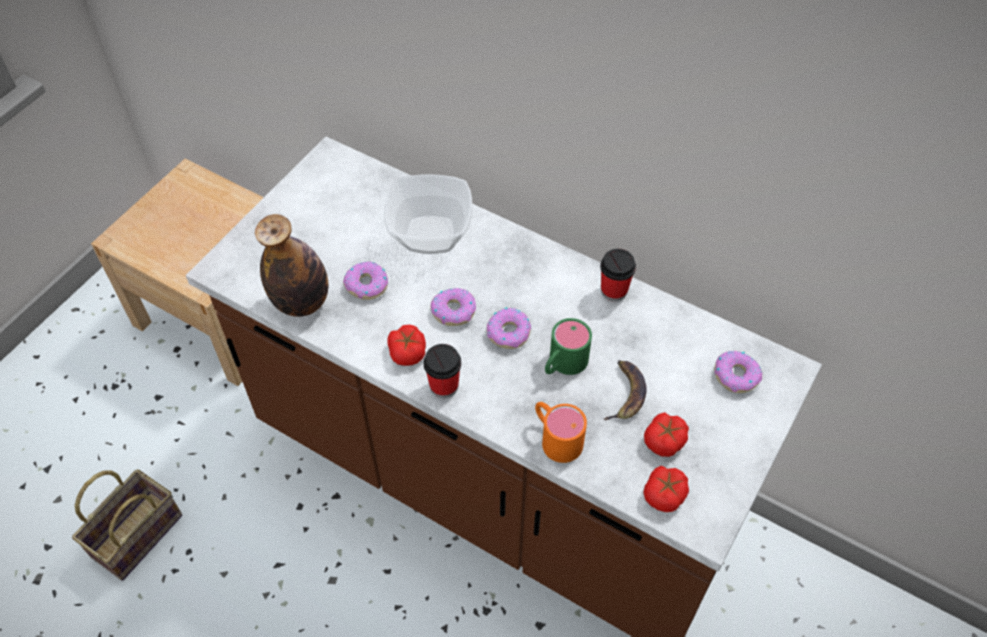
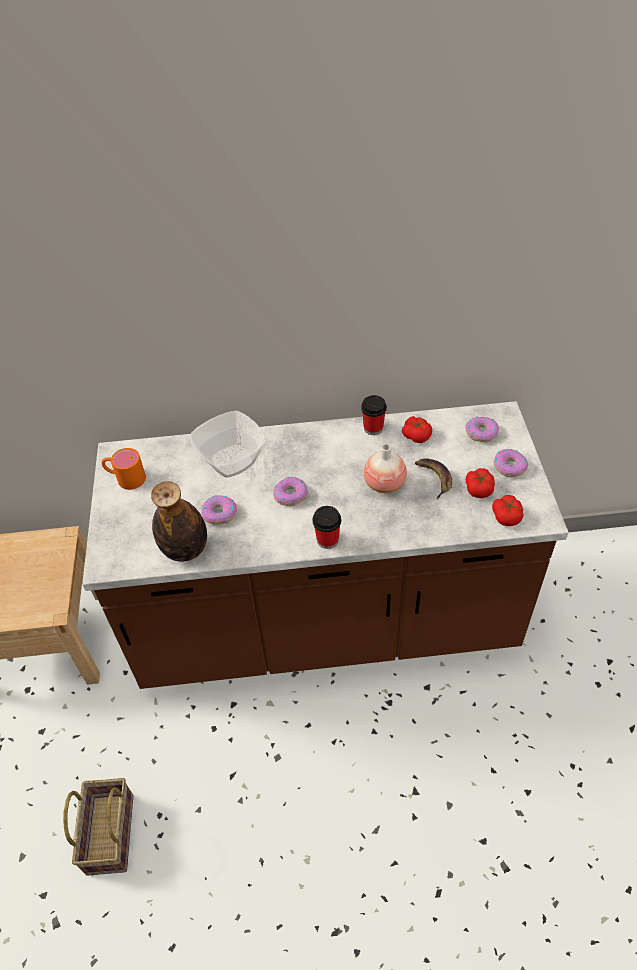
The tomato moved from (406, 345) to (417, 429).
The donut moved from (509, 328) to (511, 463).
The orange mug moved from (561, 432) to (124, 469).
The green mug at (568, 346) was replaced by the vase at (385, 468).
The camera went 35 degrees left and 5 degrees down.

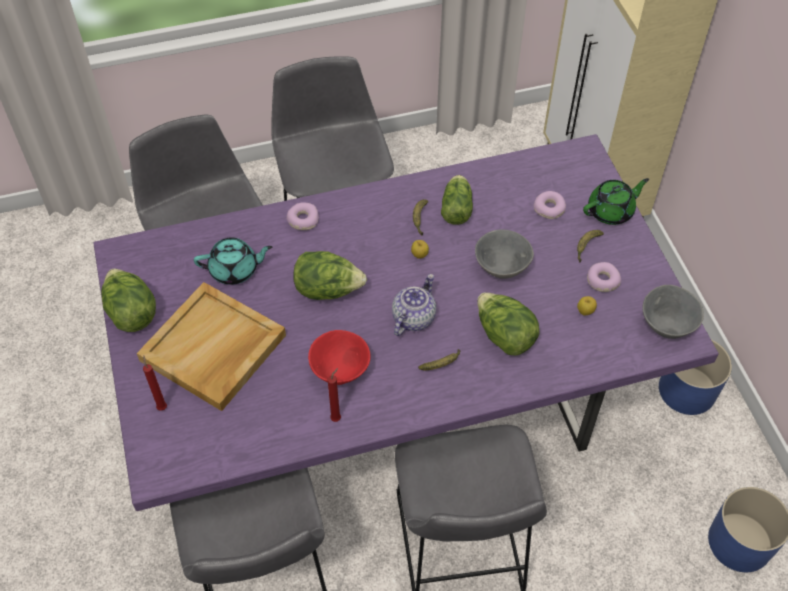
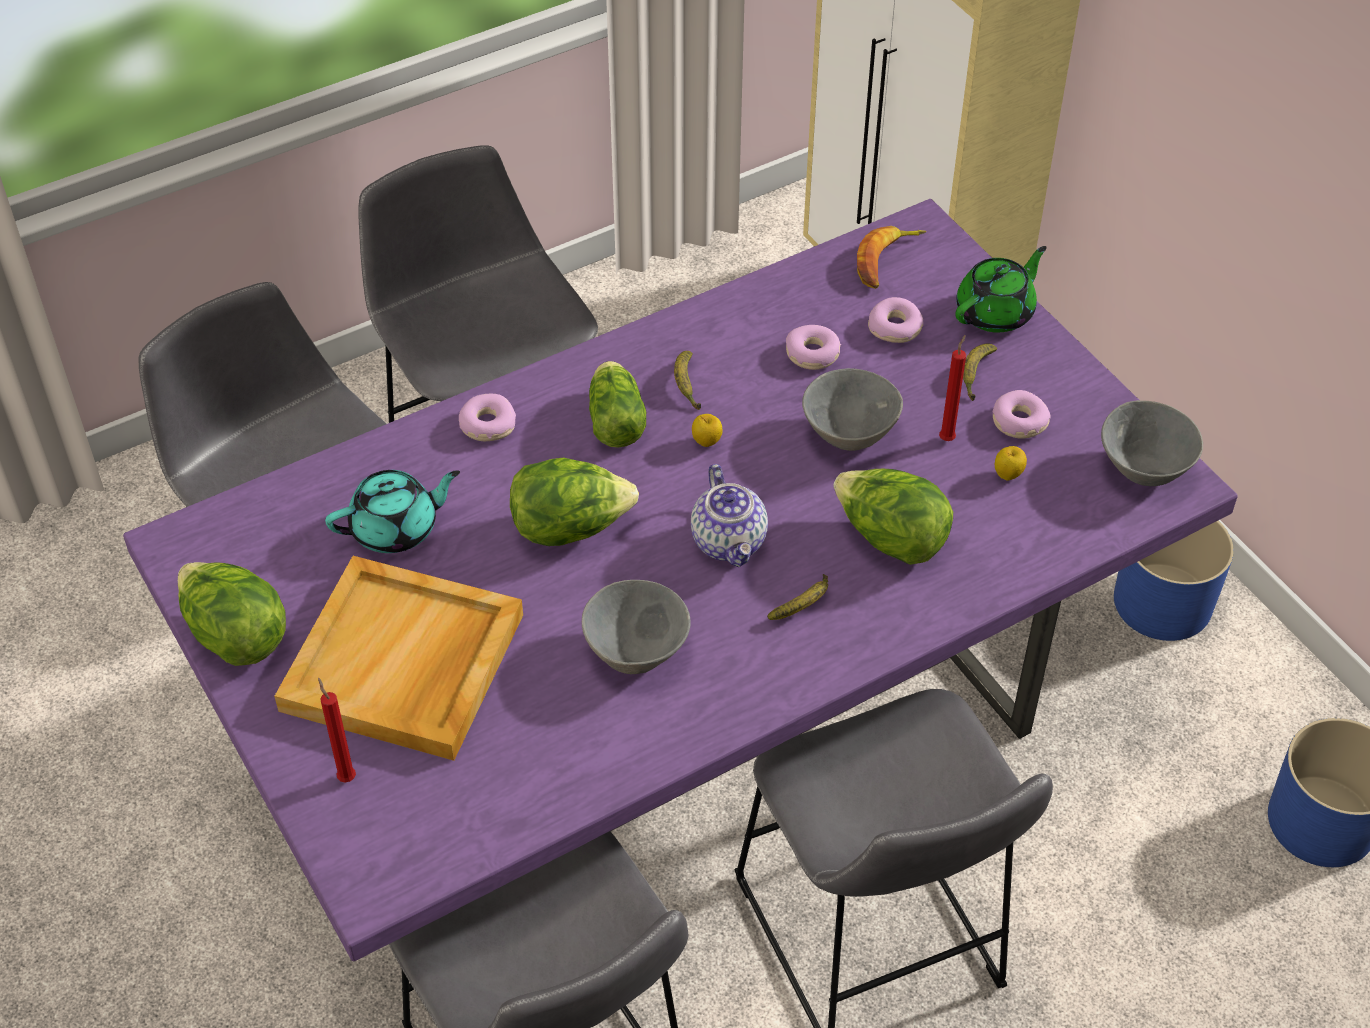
The red bowl at (339, 357) became the grey bowl at (636, 627).
The red candle moved from (334, 395) to (952, 388).
The teapot at (414, 305) turned 150 degrees clockwise.
The lettuce moved from (457, 200) to (617, 404).
The donut at (813, 347) appeared.
The banana at (891, 257) appeared.
The camera went 15 degrees left and 5 degrees down.

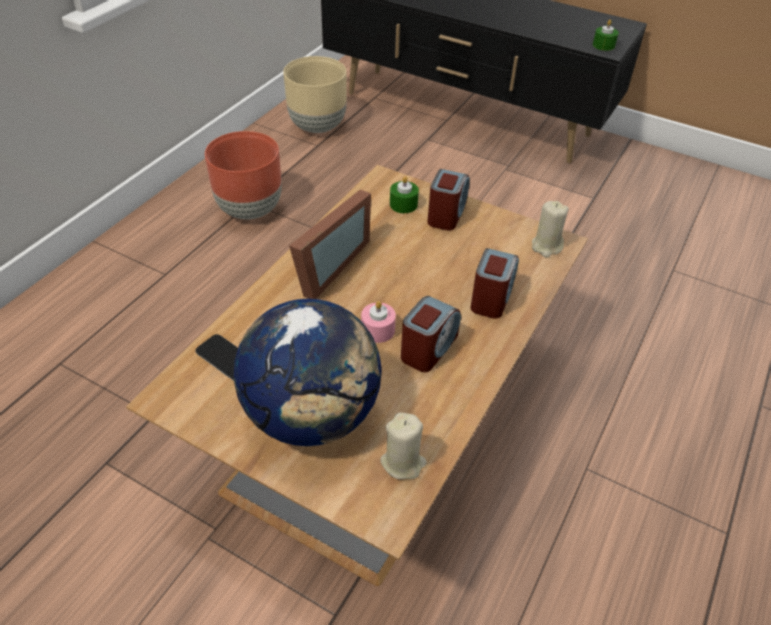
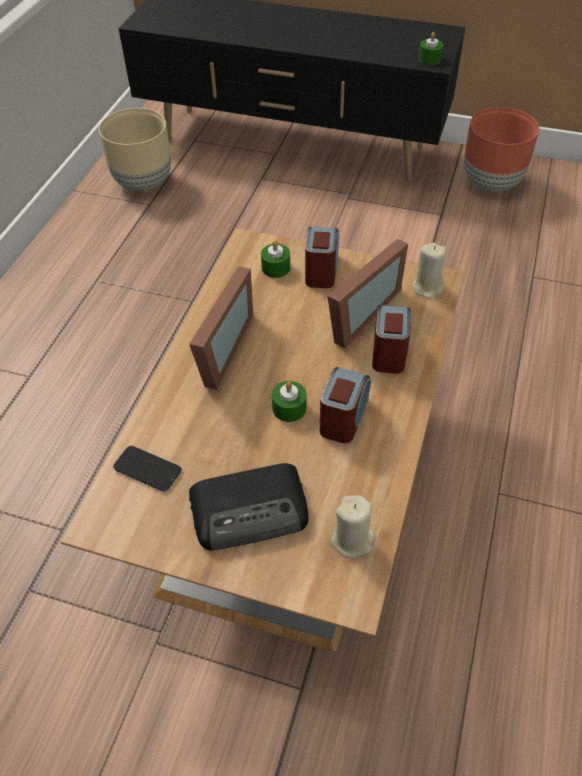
The brown planter moved from (243, 175) to (501, 149).
The globe at (308, 372) was replaced by the radio at (249, 507).
The pink candle at (378, 322) became the green candle at (289, 401).
The picture frame at (367, 293) appeared.
The camera went 10 degrees left and 5 degrees up.

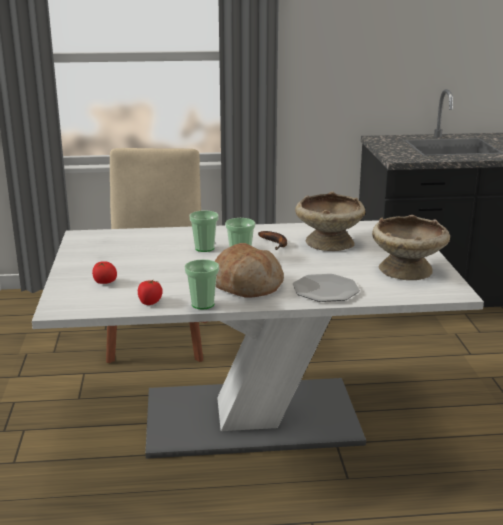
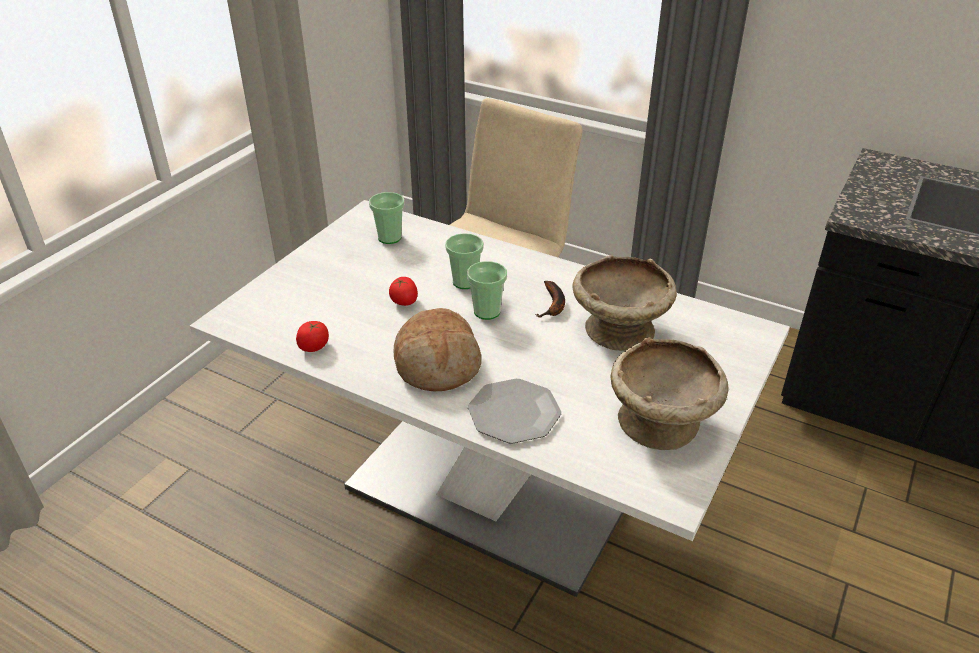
The tomato moved from (104, 272) to (403, 291).
The cup moved from (201, 284) to (387, 218).
The camera went 35 degrees right and 15 degrees up.

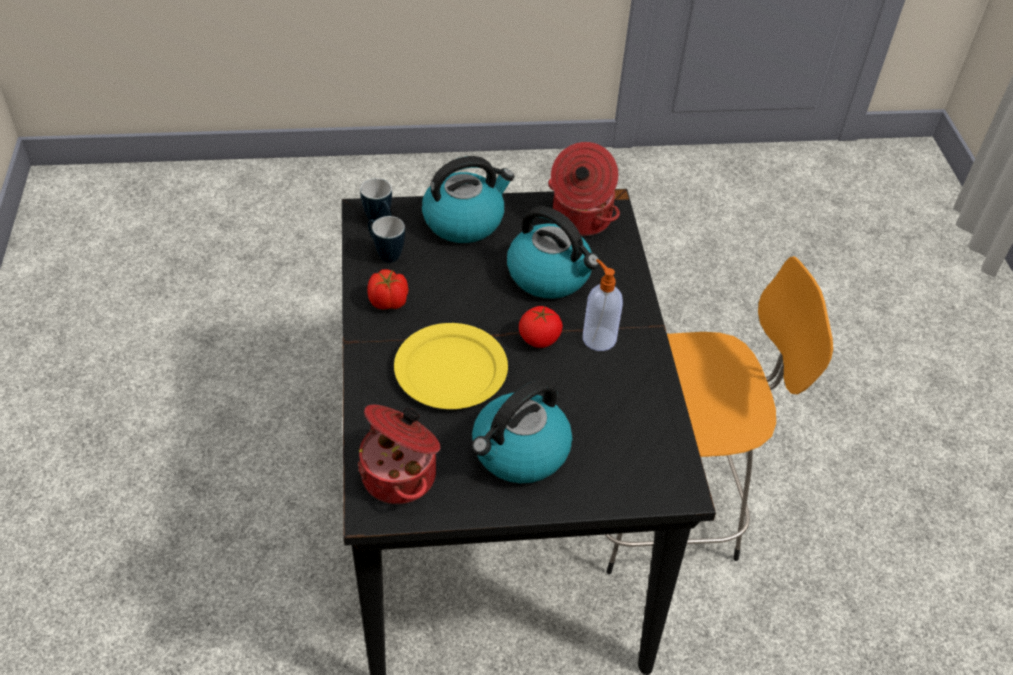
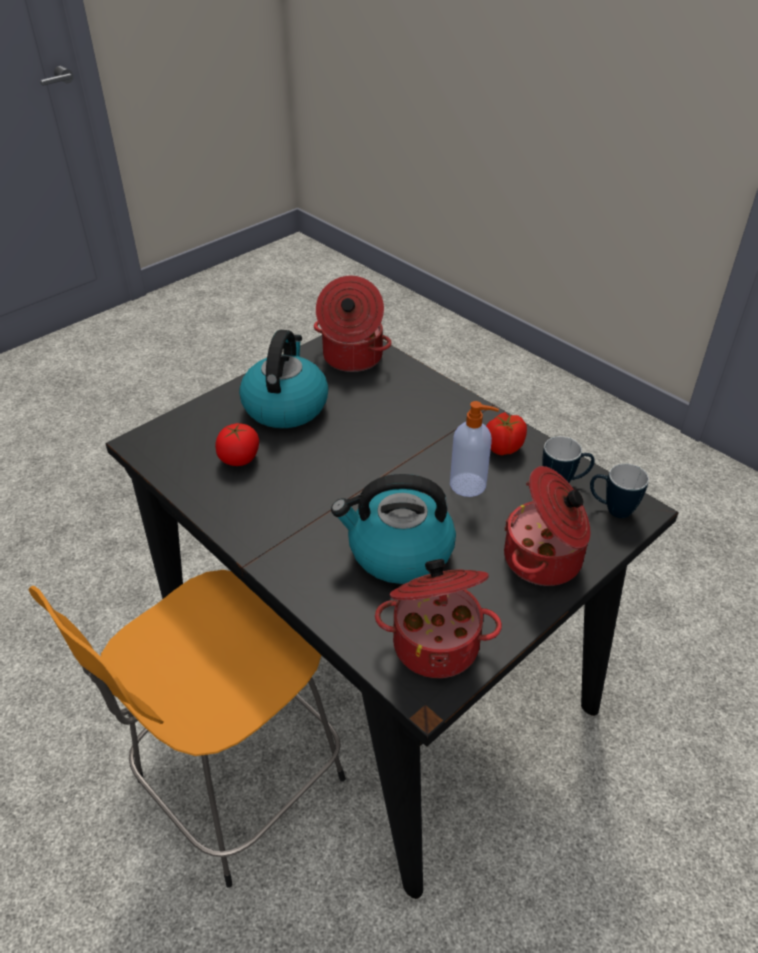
The yellow plate at (451, 366) disappeared.
The kettle at (468, 199) was replaced by the cooking pot at (547, 526).
The tomato moved from (541, 327) to (237, 444).
The soap dispenser moved from (603, 305) to (474, 449).
The camera went 145 degrees right and 5 degrees down.

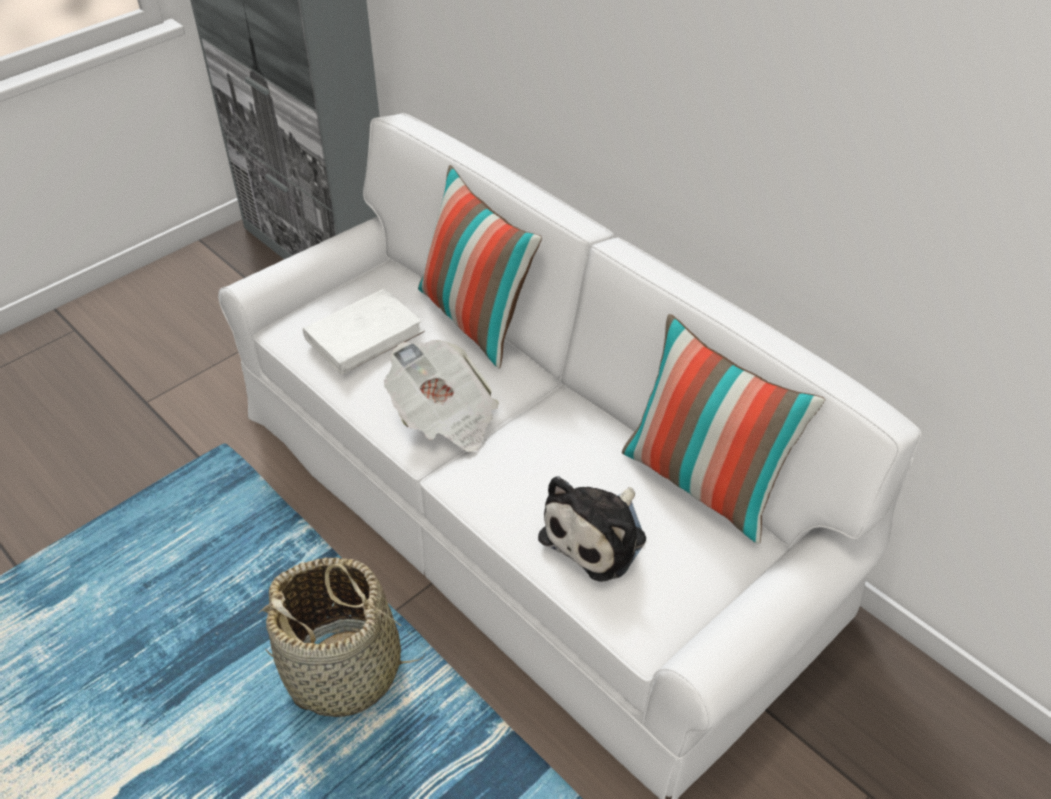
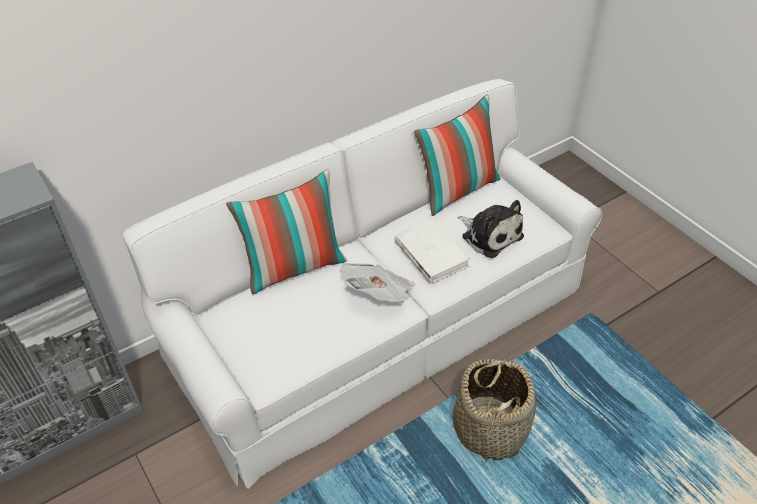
The white book moved from (364, 332) to (432, 251).
The camera went 80 degrees left and 0 degrees up.

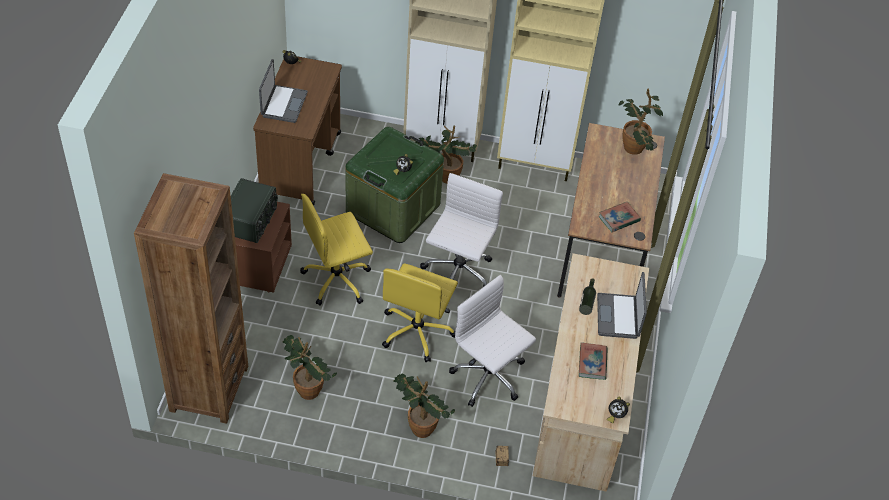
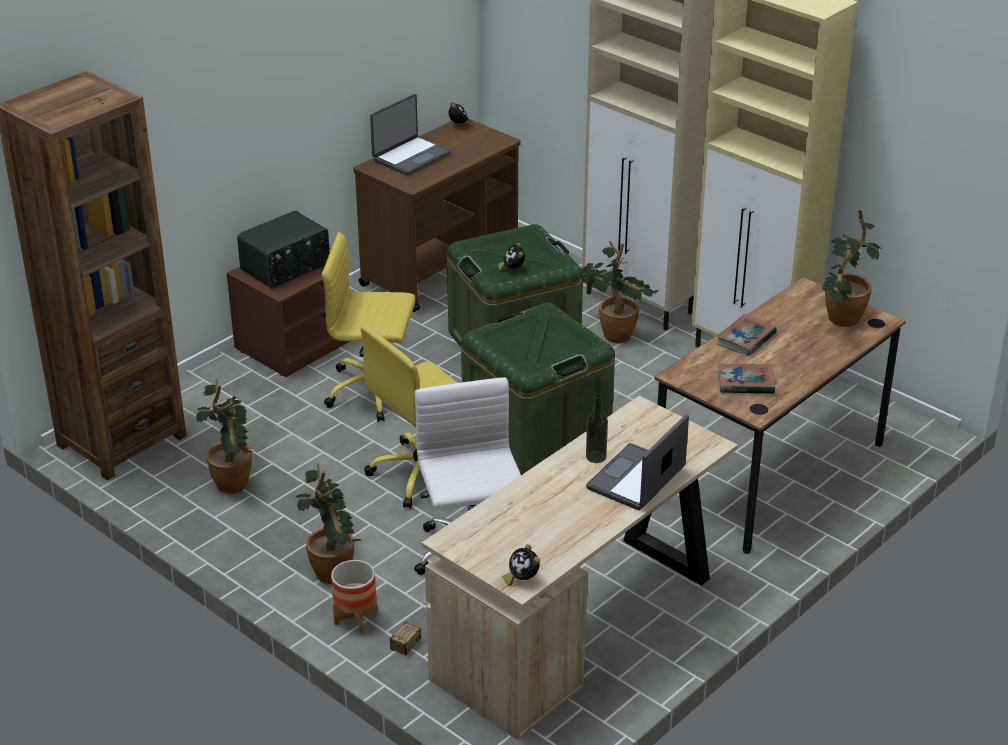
The white office chair at (461, 230) was replaced by the green storage box at (538, 388).
The book moved from (593, 361) to (747, 335).
The planter at (354, 597) appeared.
The camera went 35 degrees right and 15 degrees down.

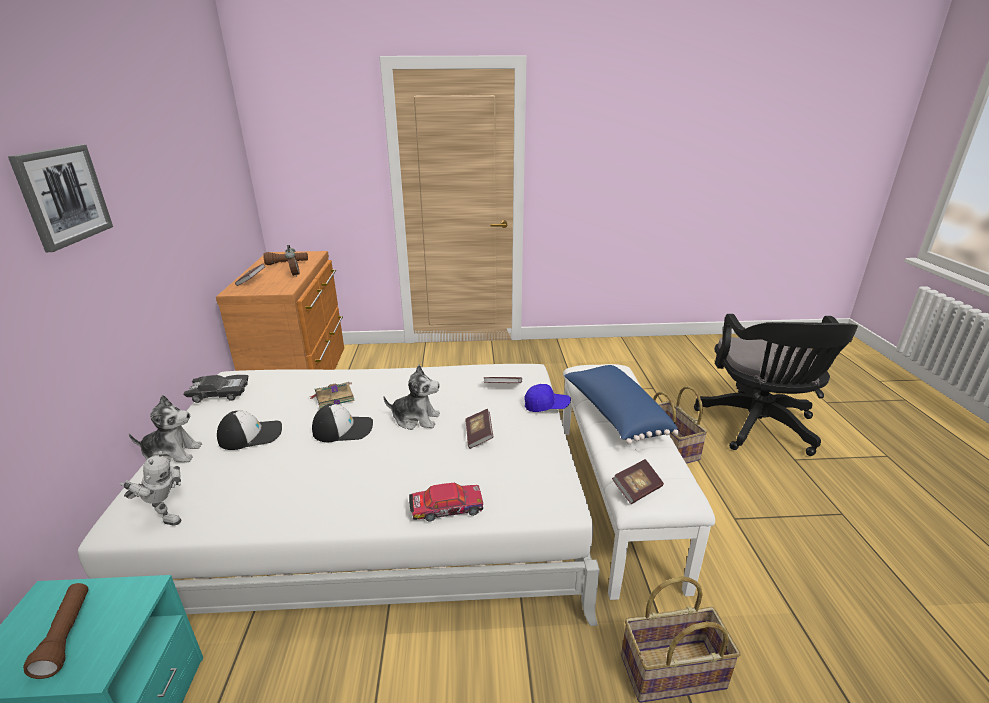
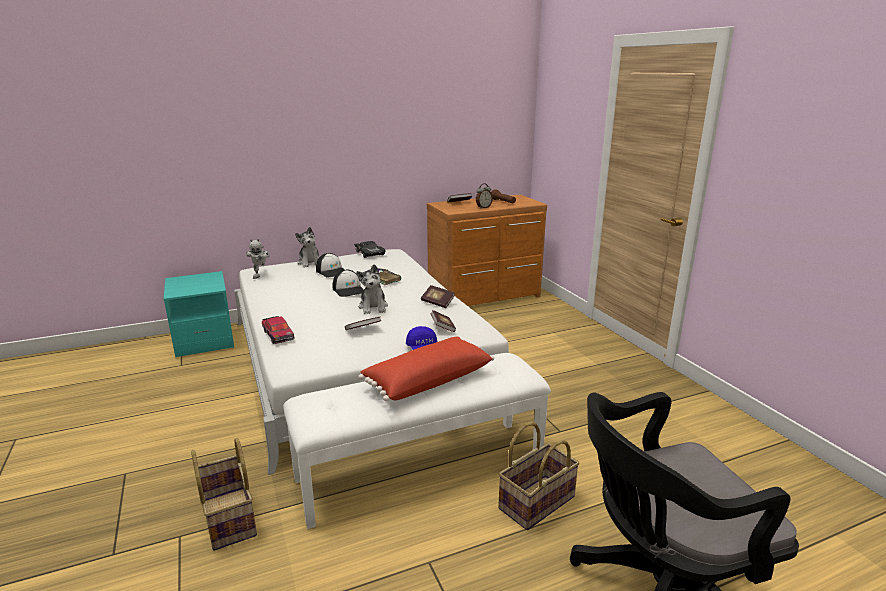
The picture at (60, 198) disappeared.
The brown flashlight at (56, 631) disappeared.
The blue pillow at (621, 404) became the red pillow at (426, 369).
The book moved from (638, 481) to (438, 296).
The camera went 70 degrees right and 5 degrees down.

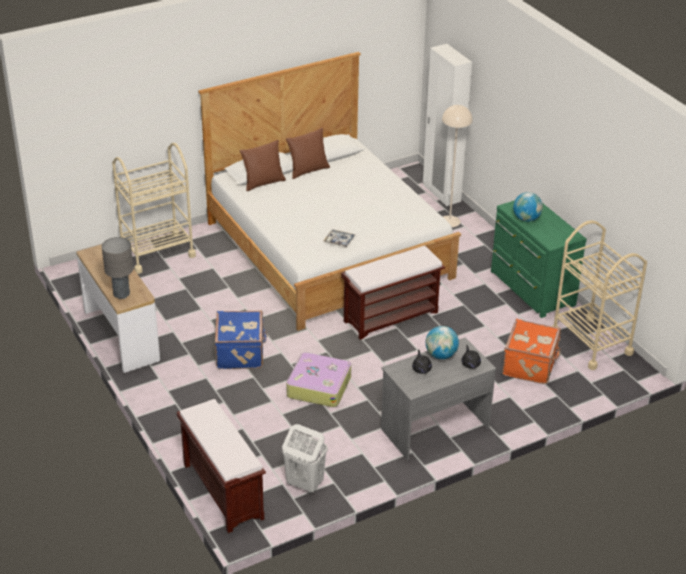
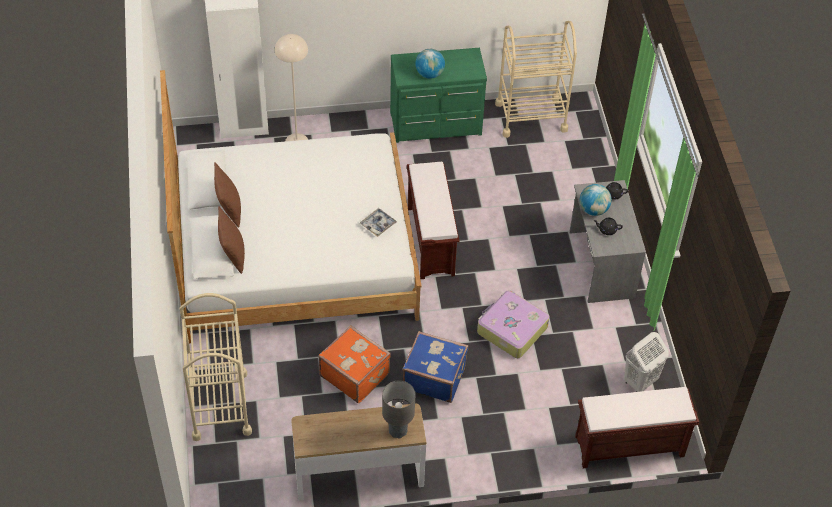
The orange suitcase moved from (531, 351) to (354, 364).
The camera went 70 degrees left and 15 degrees up.

